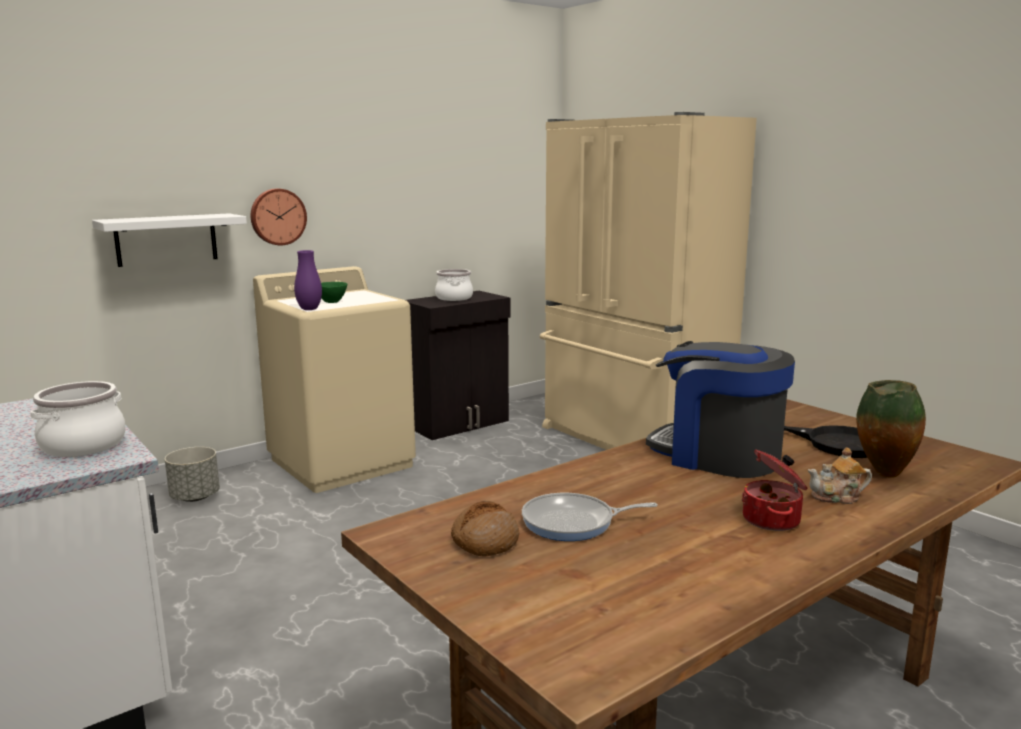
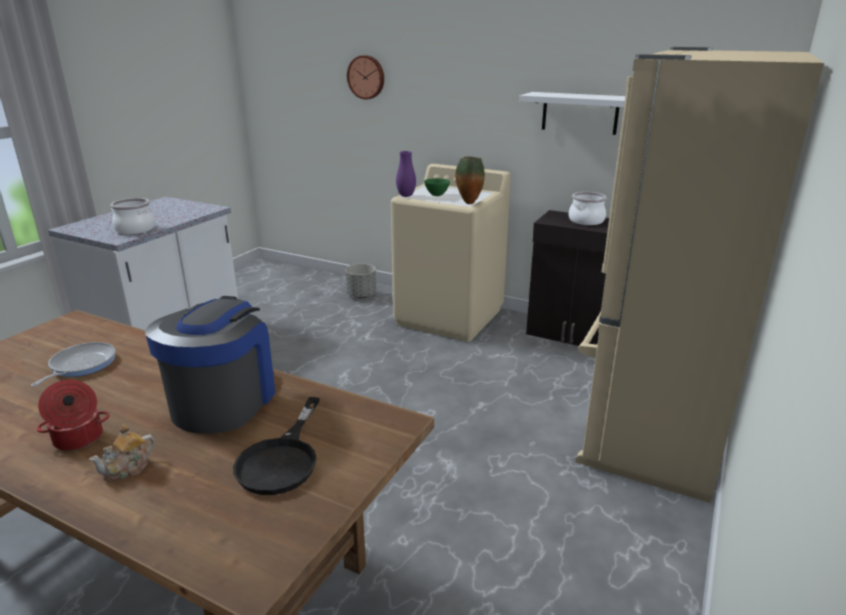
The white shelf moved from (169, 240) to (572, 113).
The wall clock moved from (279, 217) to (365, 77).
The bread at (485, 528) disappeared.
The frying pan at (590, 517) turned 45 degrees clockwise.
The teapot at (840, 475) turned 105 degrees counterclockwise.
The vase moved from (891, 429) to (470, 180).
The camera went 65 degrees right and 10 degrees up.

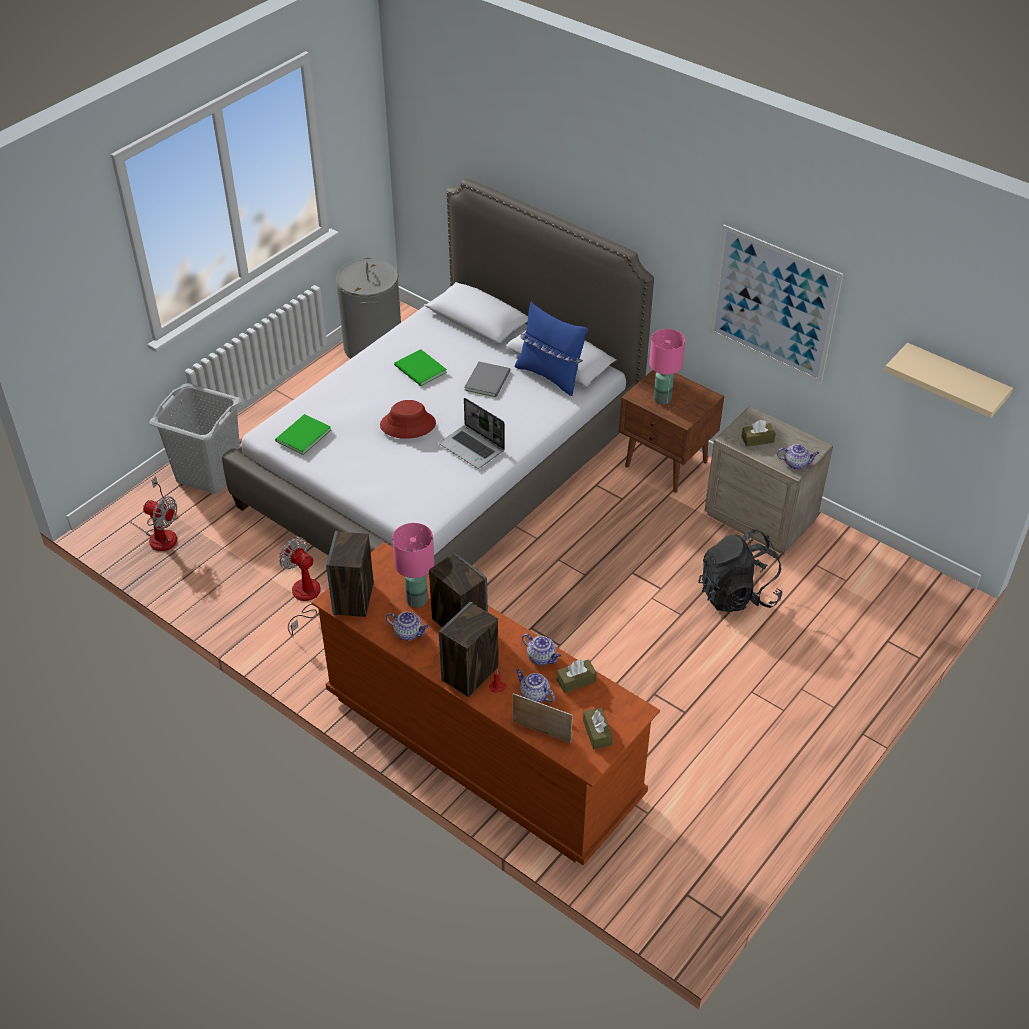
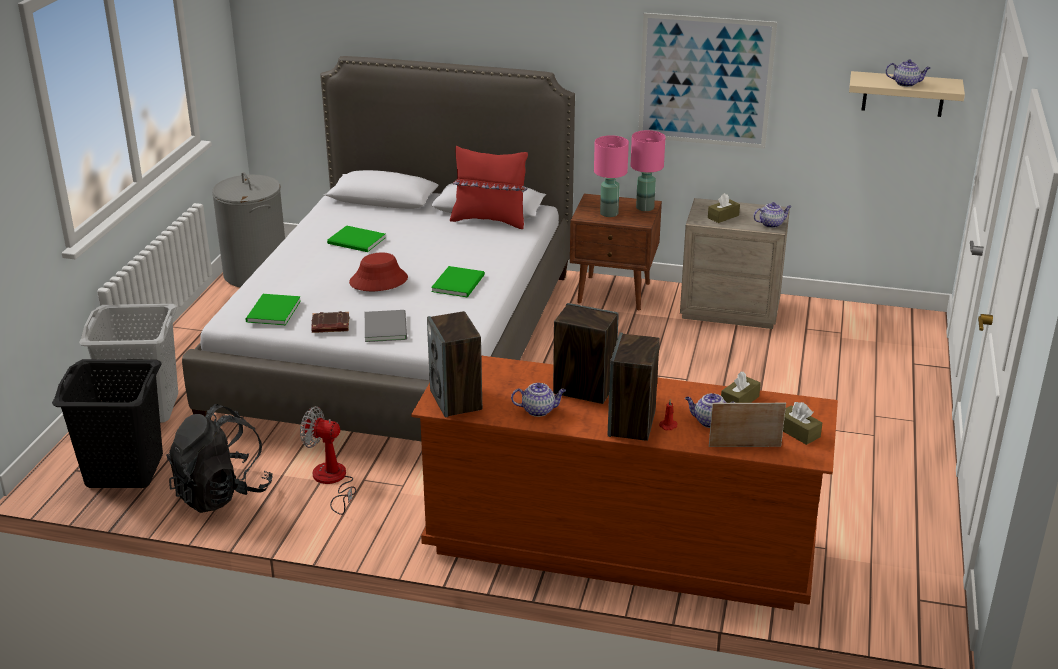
The fan at (160, 513) was replaced by the black laundry basket at (107, 423).
The pink table lamp moved from (413, 565) to (648, 170).
The laptop at (472, 433) was replaced by the green book at (458, 281).
The grey book moved from (487, 379) to (386, 326).
The blue pillow at (551, 349) became the red pillow at (489, 187).
The teapot moved from (541, 649) to (907, 73).
The black backpack moved from (740, 570) to (219, 458).
The brown book at (330, 322) appeared.
The camera went 25 degrees left and 15 degrees down.

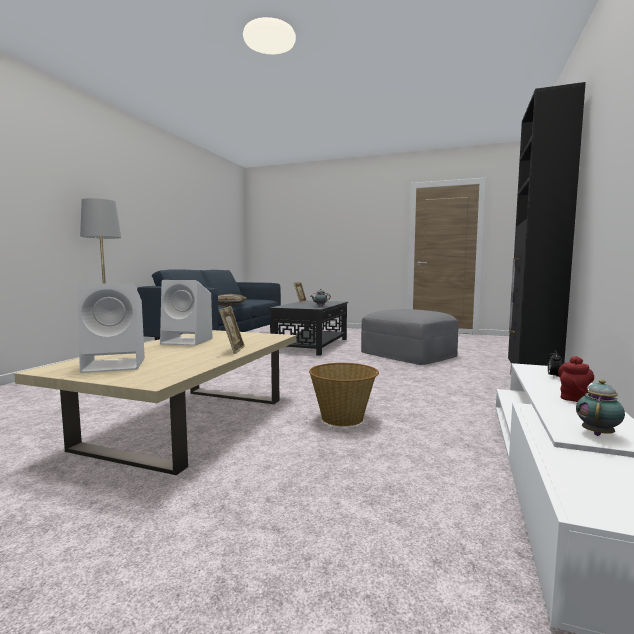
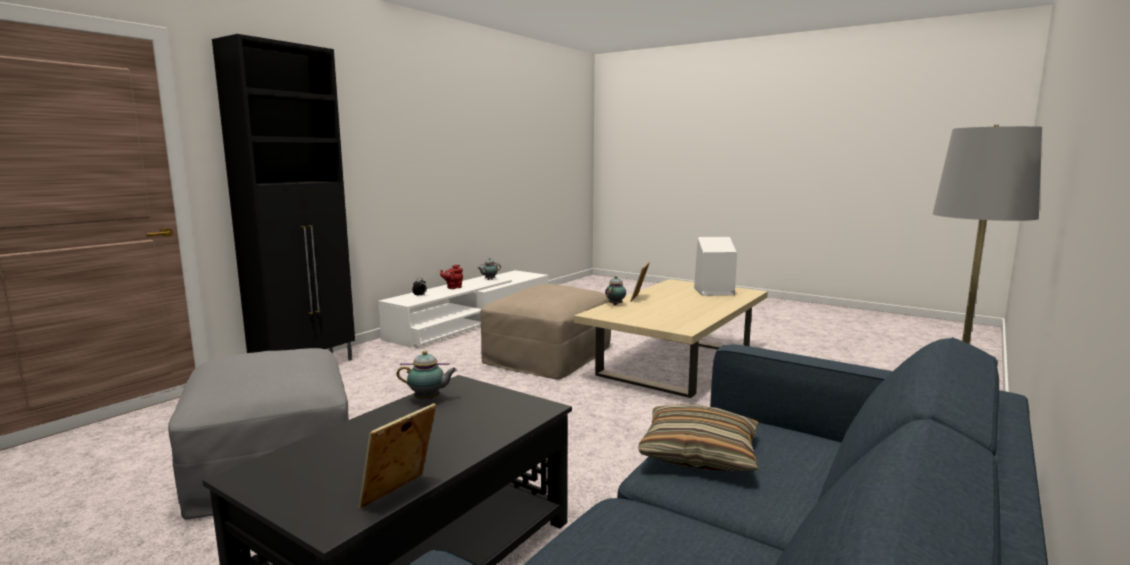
The white speaker at (186, 313) disappeared.
The basket at (344, 394) was replaced by the beige ottoman at (545, 331).
The teapot at (615, 291) appeared.
The camera went 165 degrees left and 5 degrees up.

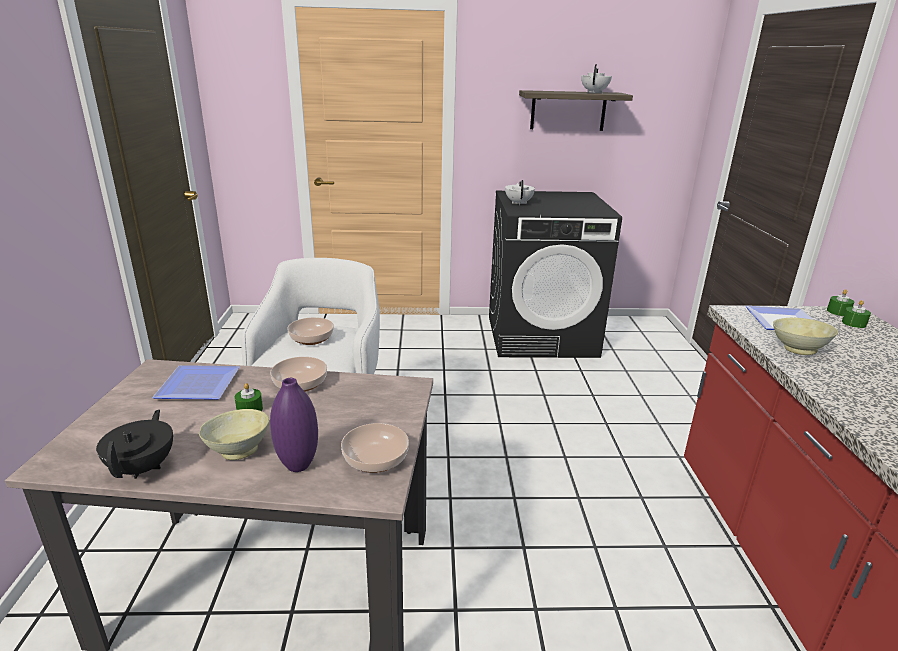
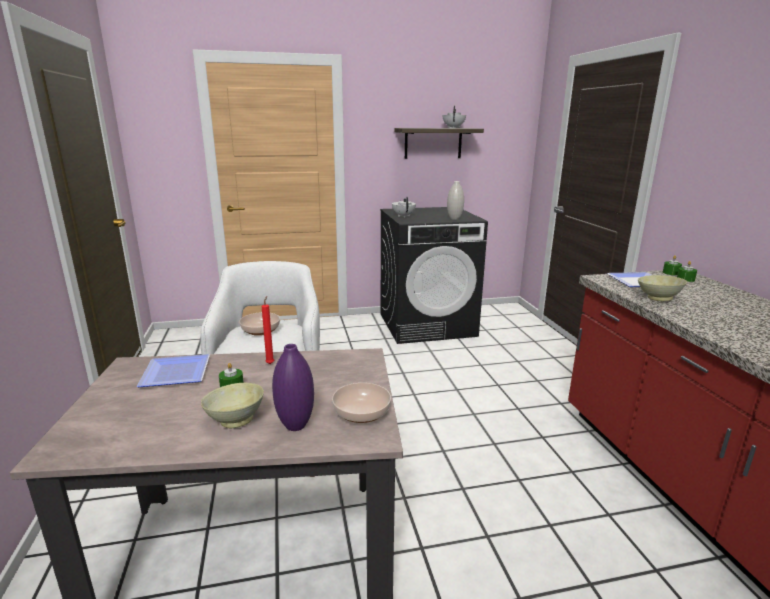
The black teapot at (134, 444) disappeared.
The bowl at (298, 374) was replaced by the red candle at (268, 330).
The white vase at (455, 200) appeared.
The camera went 10 degrees left and 5 degrees down.

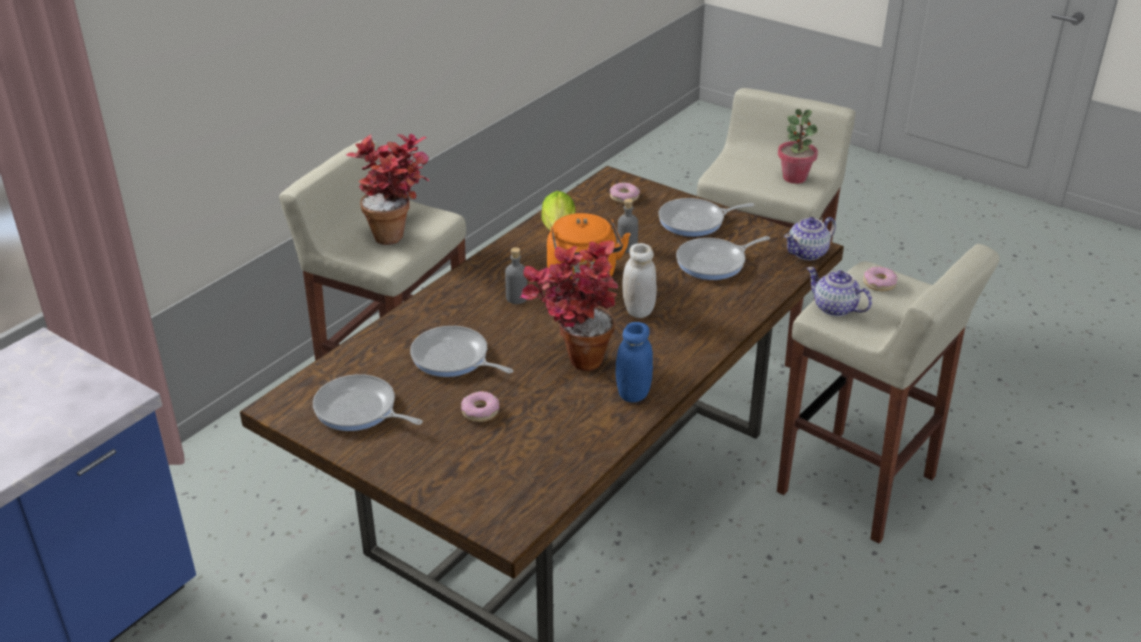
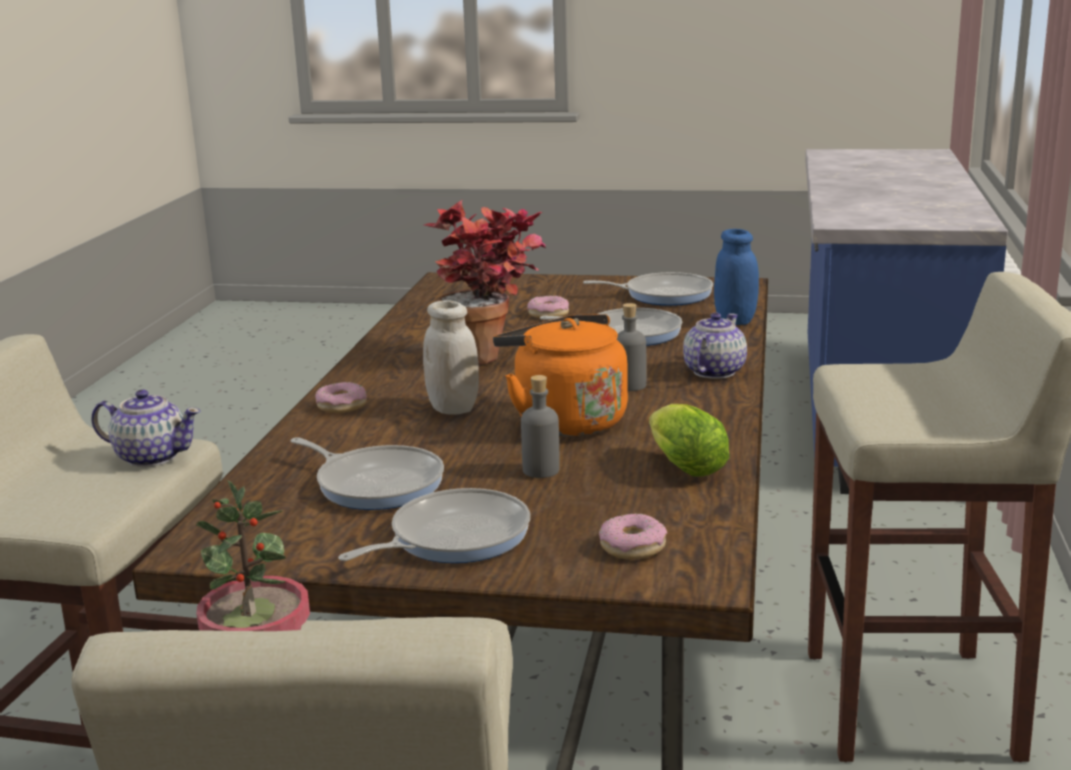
The potted plant at (387, 189) disappeared.
The blue jar moved from (634, 362) to (736, 277).
The frying pan at (723, 258) turned 90 degrees clockwise.
The teapot moved from (810, 238) to (715, 346).
The donut moved from (880, 278) to (341, 397).
The camera went 155 degrees right and 15 degrees down.

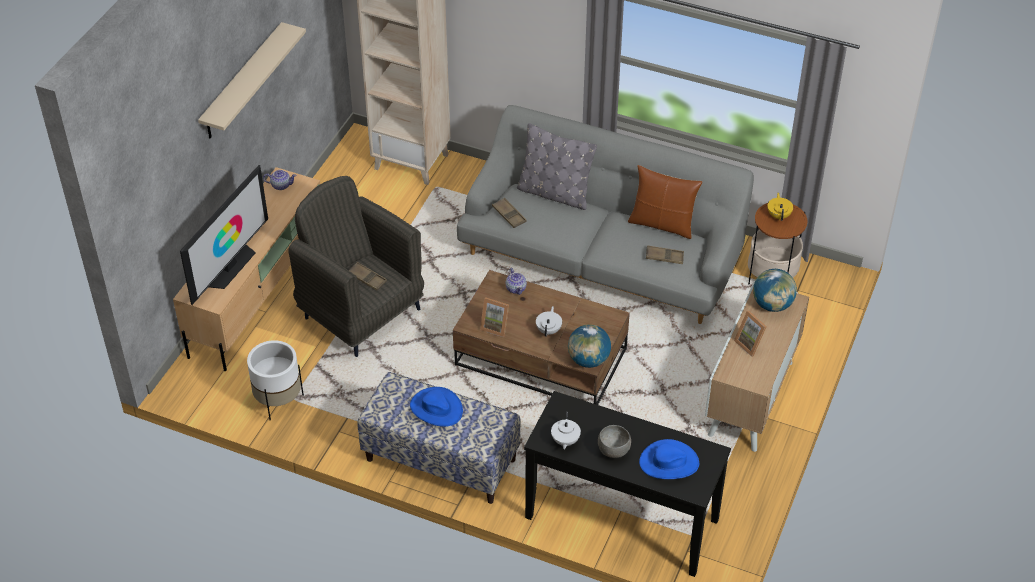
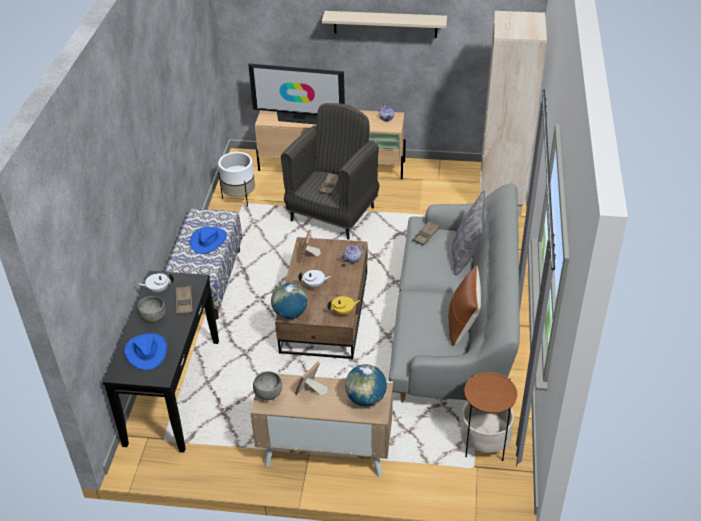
The brown tray moved from (665, 254) to (184, 300).
The yellow teapot moved from (780, 207) to (343, 306).
The grey bowl at (267, 385) appeared.
The camera went 75 degrees right and 5 degrees down.

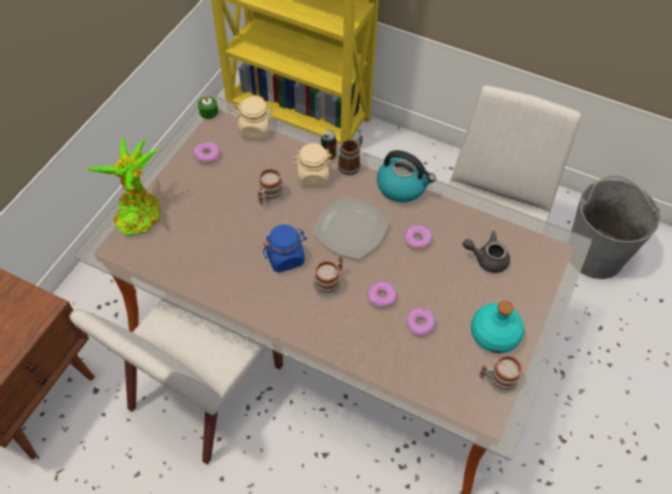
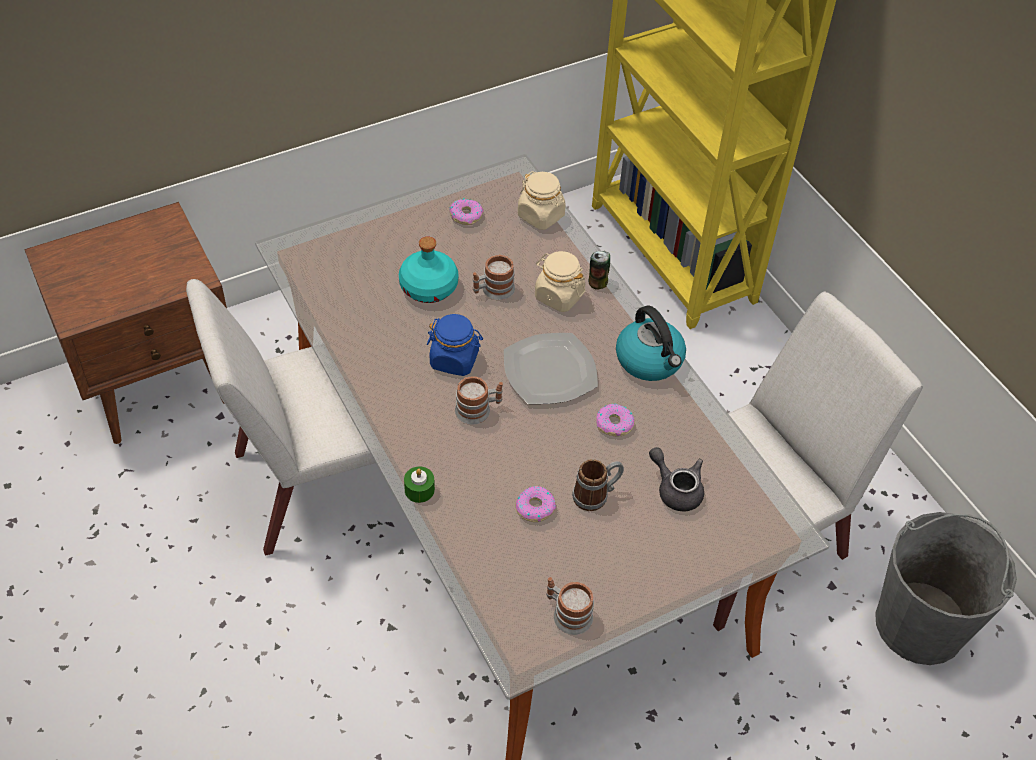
The potted plant at (122, 185) disappeared.
The green candle moved from (208, 107) to (419, 484).
The mug moved from (350, 154) to (598, 485).
The donut at (382, 294) disappeared.
The turquoise bottle moved from (497, 327) to (429, 270).
The camera went 35 degrees right and 5 degrees down.

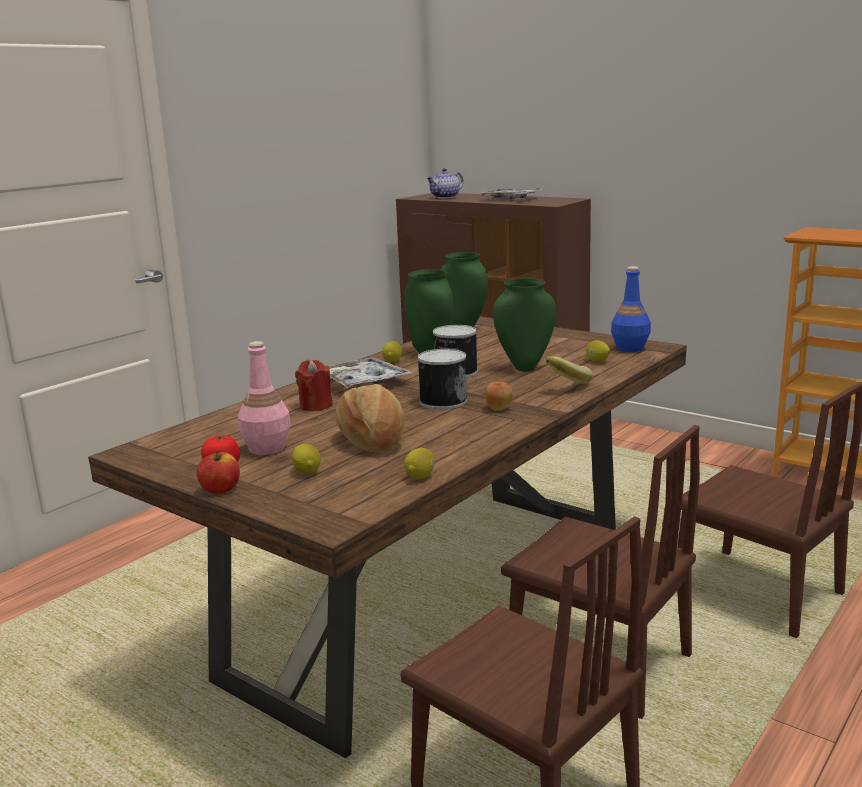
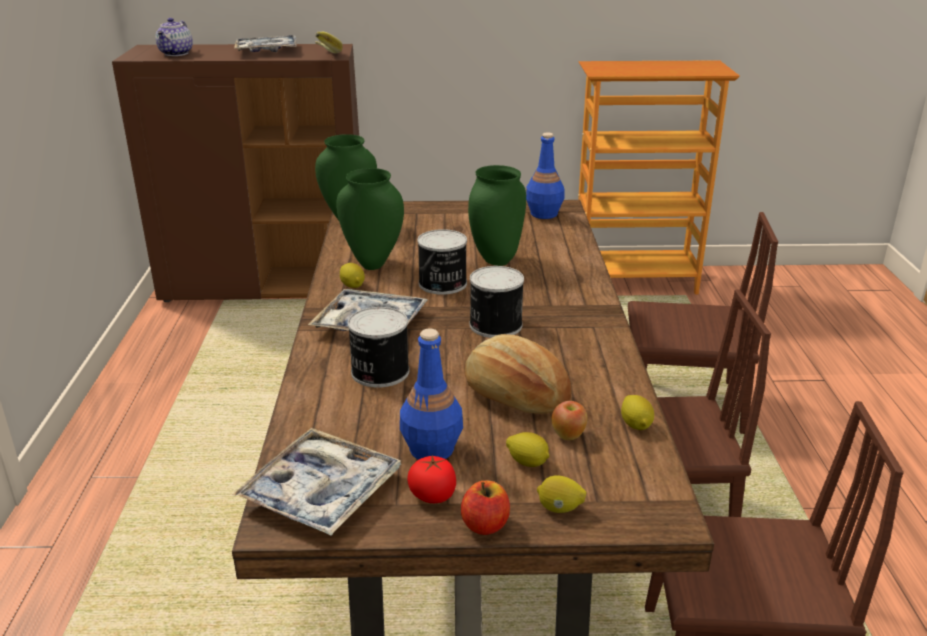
The pink bottle at (264, 398) became the blue bottle at (431, 394).
The red candle at (314, 385) was replaced by the can at (378, 347).
The apple moved from (499, 396) to (569, 420).
The banana moved from (569, 370) to (329, 42).
The lemon moved from (598, 351) to (561, 494).
The tray at (317, 482) appeared.
The camera went 40 degrees left and 10 degrees up.

